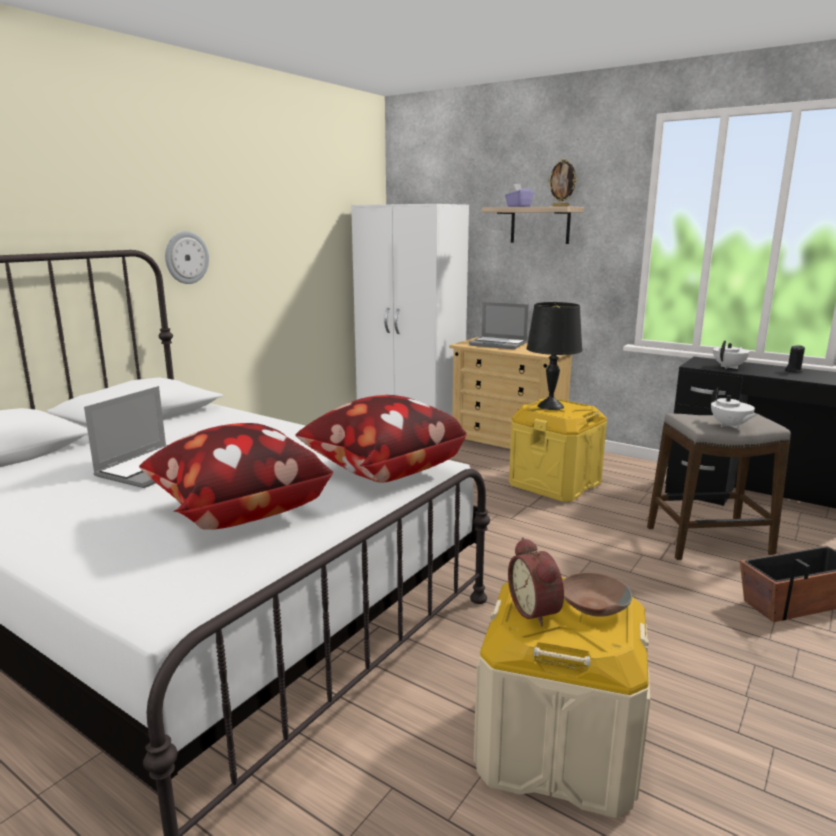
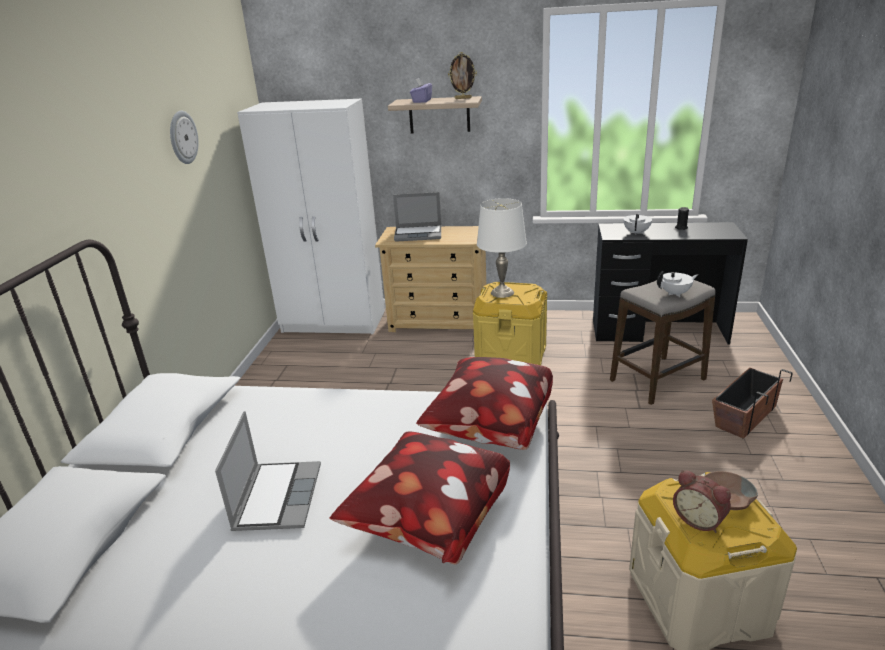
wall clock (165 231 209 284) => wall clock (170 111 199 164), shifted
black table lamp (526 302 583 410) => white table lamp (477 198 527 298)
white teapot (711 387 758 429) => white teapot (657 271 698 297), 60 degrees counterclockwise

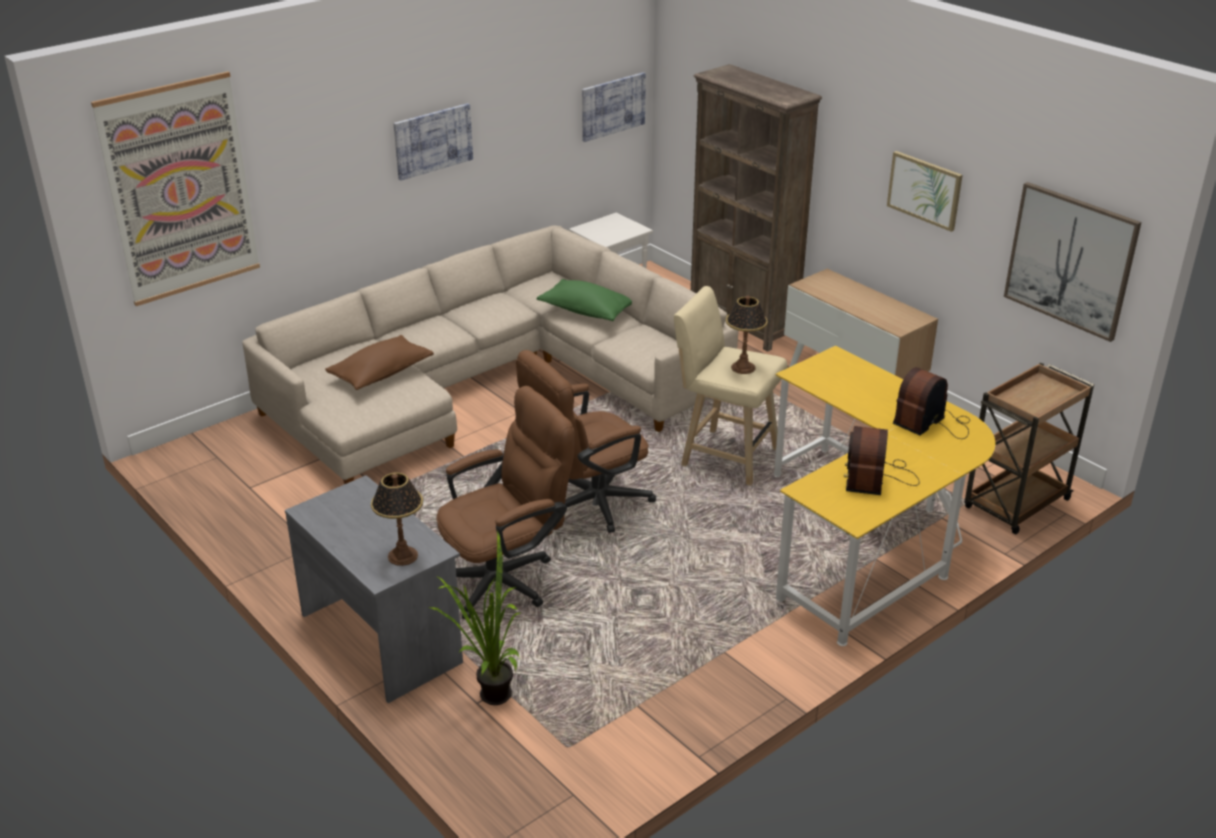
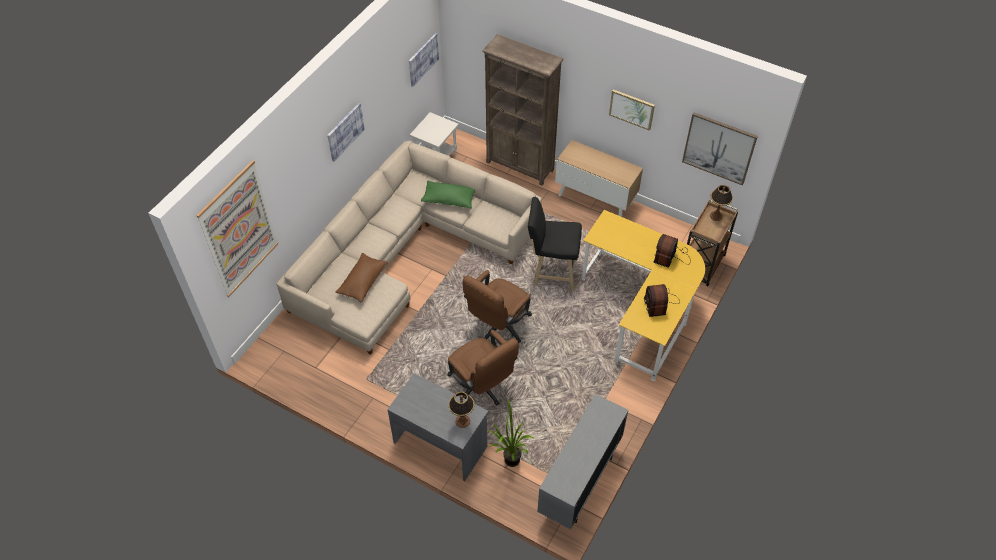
nothing => grey cabinet (537 394 629 530)
table lamp (726 295 768 374) => table lamp (710 185 733 221), shifted
beige stool (674 286 788 486) => black stool (528 197 582 290)
brown office chair (437 386 575 619) => brown office chair (447 330 519 405), 105 degrees clockwise

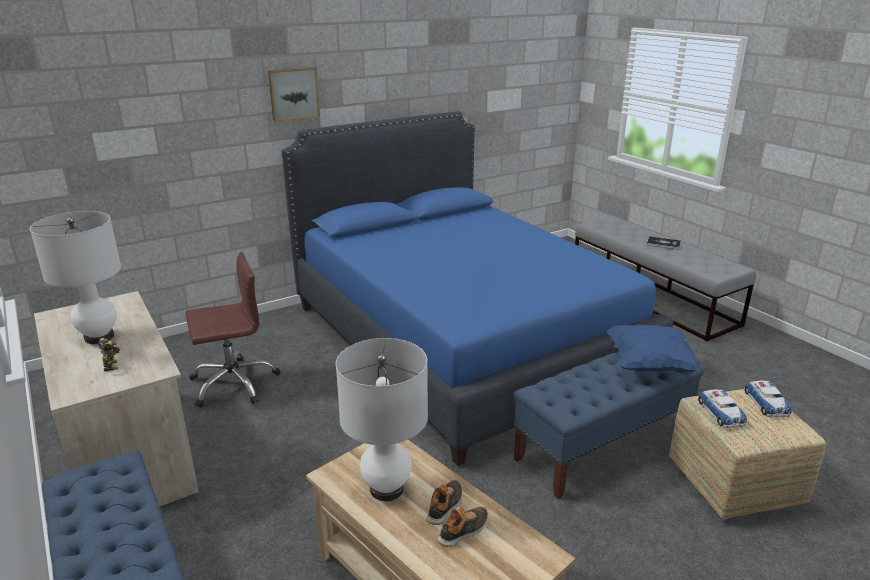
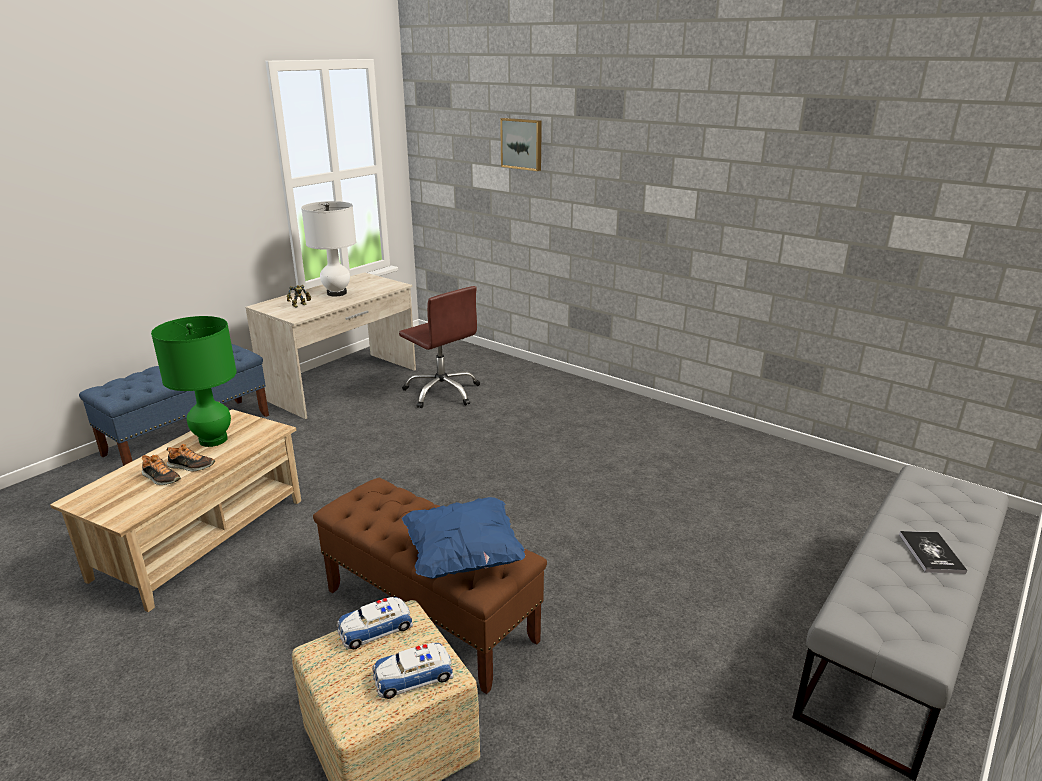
blue bed (282 111 673 466) => nothing
picture (268 67 320 122) => picture (500 118 542 171), shifted
white table lamp (336 338 428 501) => green table lamp (151 316 237 447)
blue bench (514 352 704 499) => brown bench (313 478 547 694)

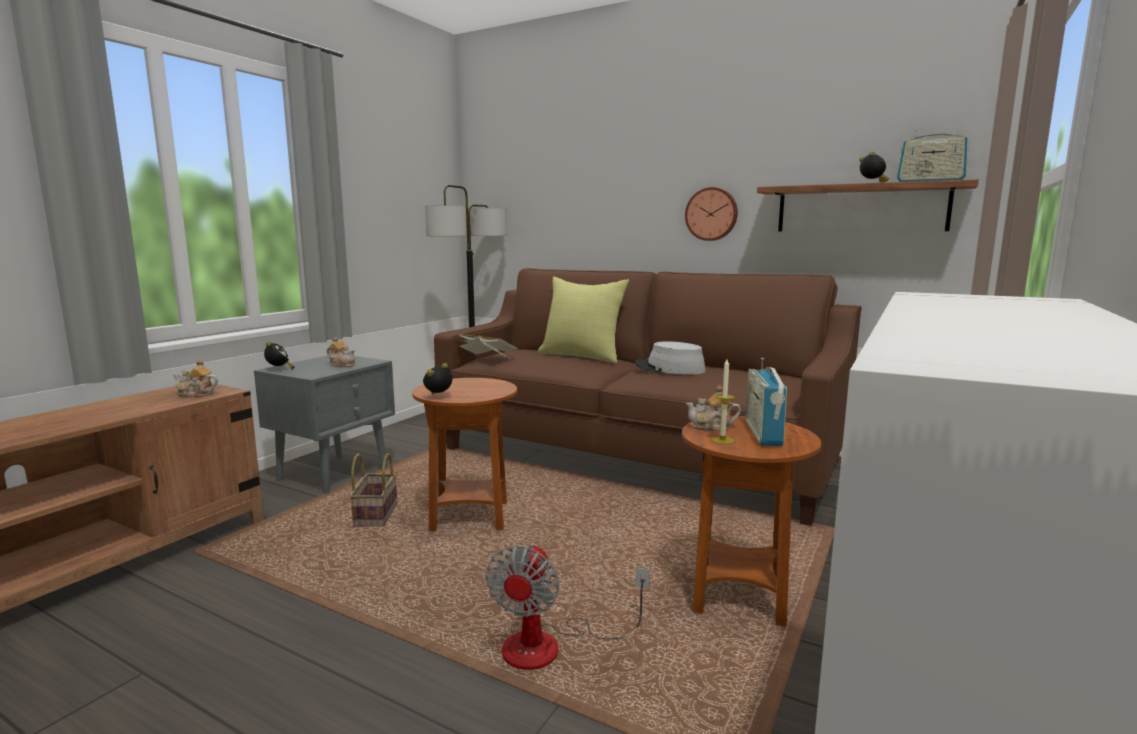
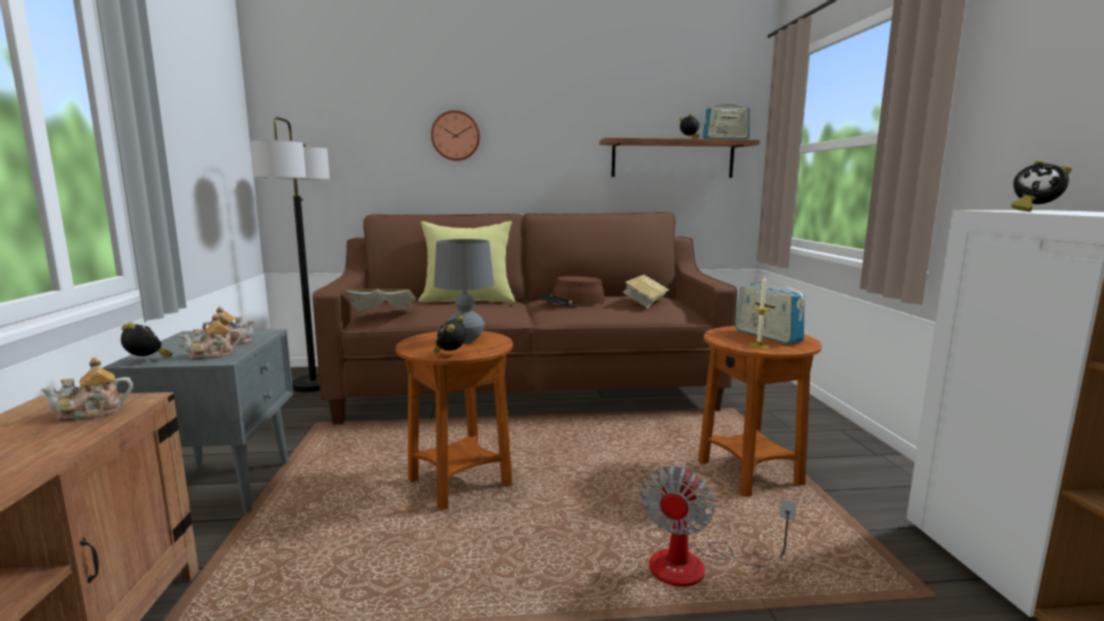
basket (349 453 397 527) => nothing
nothing => grey table lamp (434 239 494 343)
nothing => book (622 275 669 308)
nothing => alarm clock (1011 160 1072 212)
wall clock (685 187 738 241) => wall clock (431 110 480 161), shifted
teapot (686 385 741 432) => teapot (180 314 241 359), shifted
grey hat (635 341 706 375) => brown hat (539 276 605 305)
fan (486 543 650 670) => fan (640 465 796 587), 45 degrees clockwise

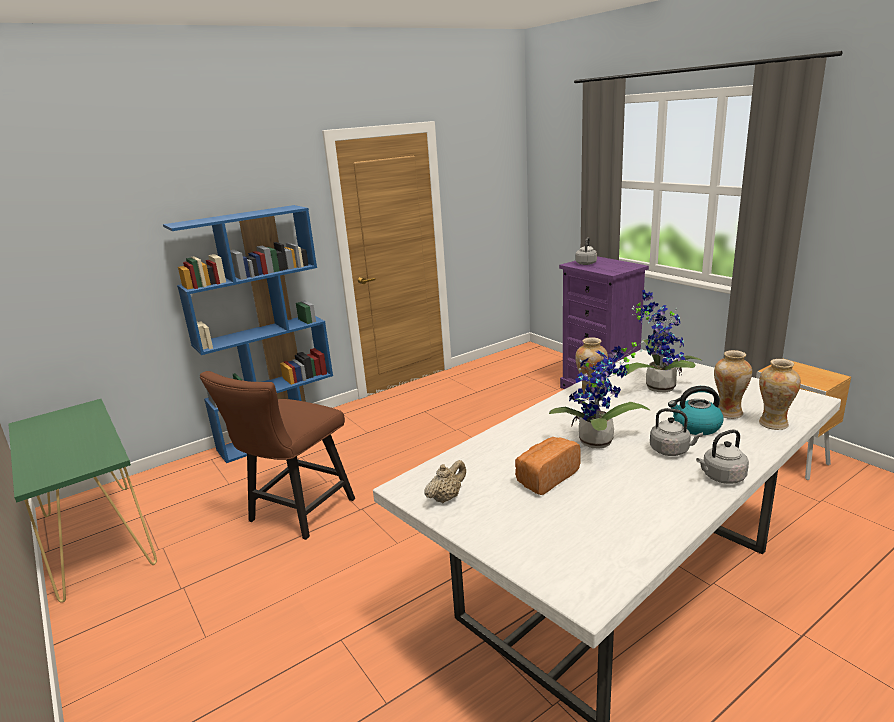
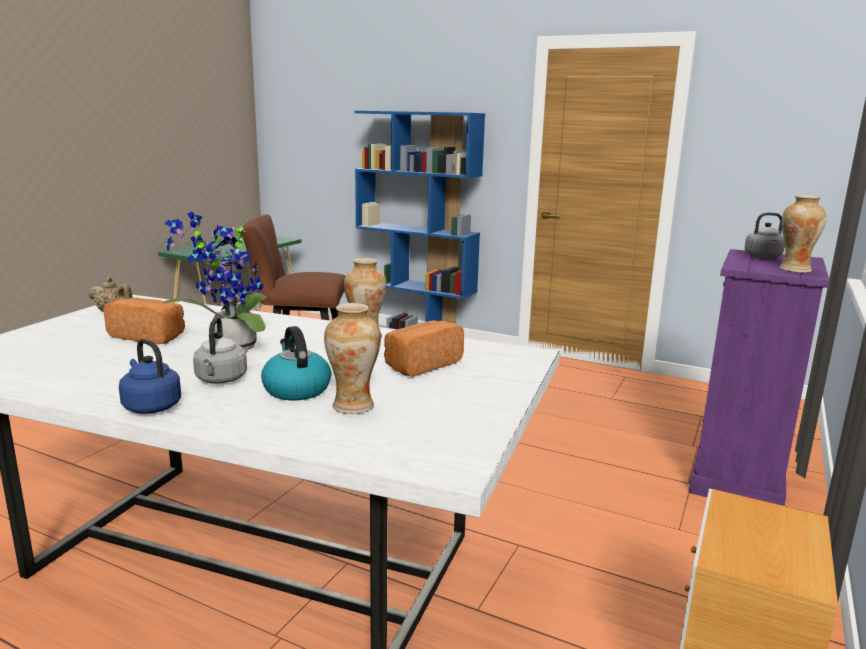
vase (759 359 801 430) => vase (779 195 827 273), shifted
potted plant (622 290 702 393) => bread (384 320 464 377)
grey kettle (696 430 749 484) => blue kettle (119 339 181 414)

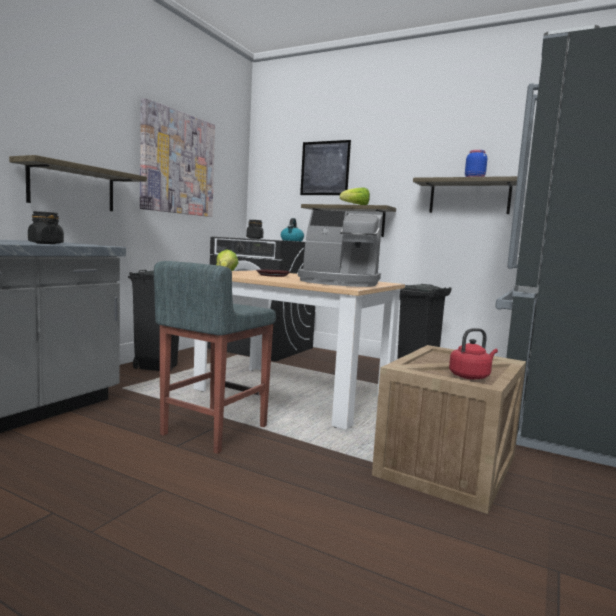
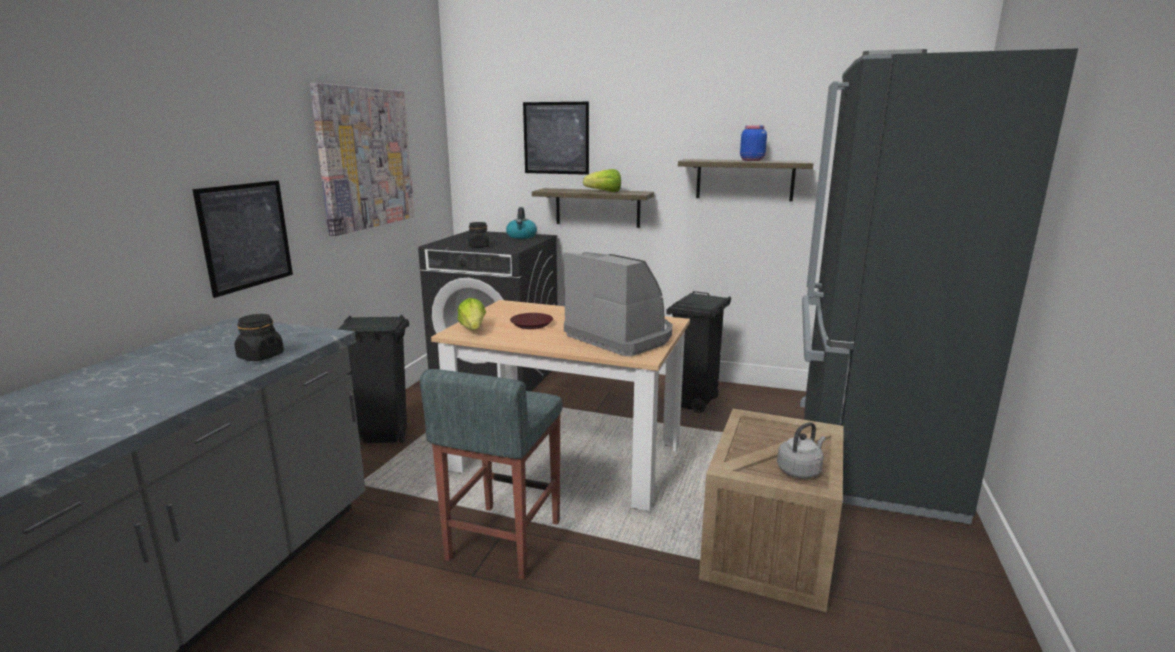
shelf (9 155 147 211) => picture (192 180 293 298)
red kettle (449 328 498 380) => grey kettle (777 422 826 478)
coffee machine (298 210 382 287) => coffee machine (564 252 672 356), 135 degrees counterclockwise

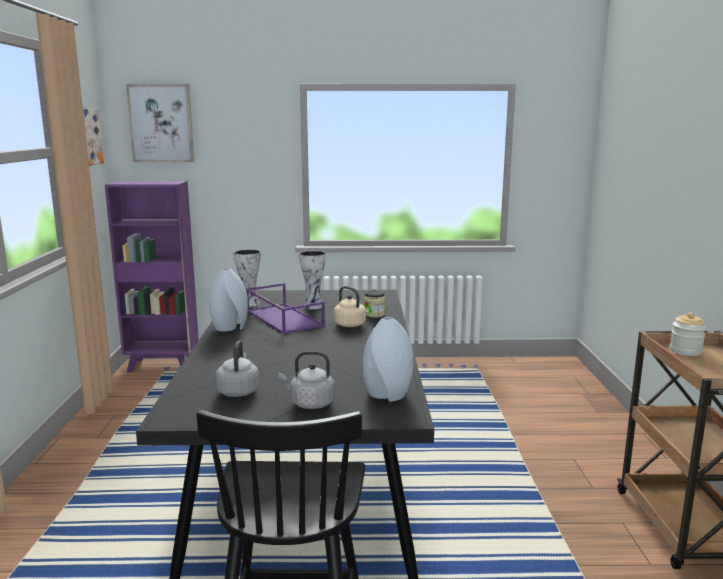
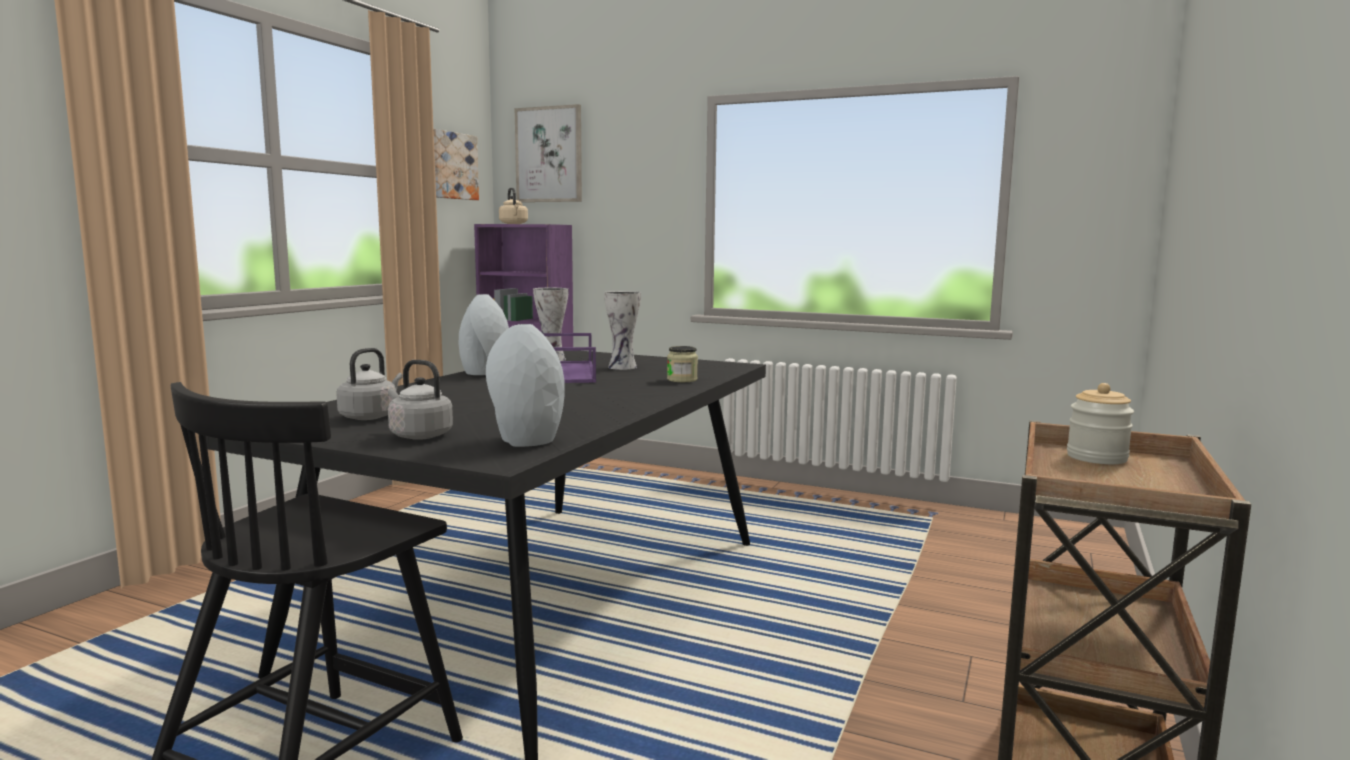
beige kettle (334 286 369 327) => beige kettle (499 188 528 224), shifted

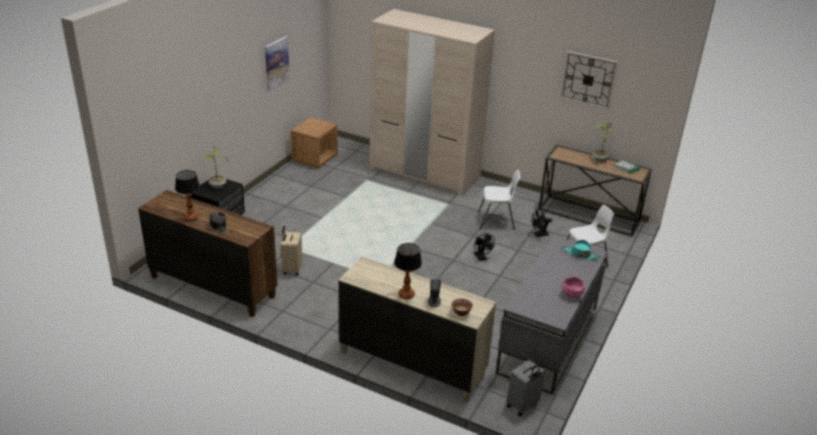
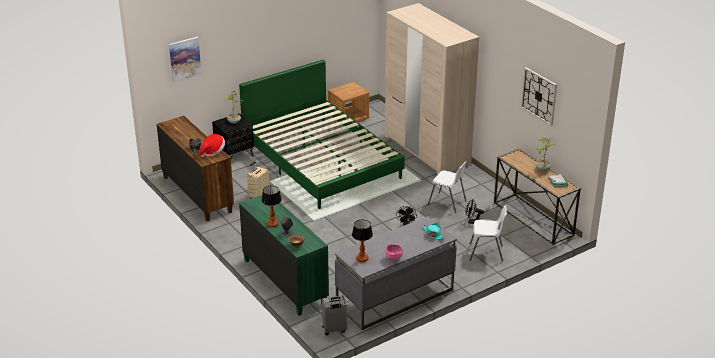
nothing => hat (200 134 225 157)
nothing => green bed (239 60 405 209)
table lamp (175 170 200 221) => table lamp (352 220 373 262), shifted
picture (265 36 290 91) => picture (169 37 202 82), shifted
beige dresser (338 257 496 402) => green dresser (239 195 329 316)

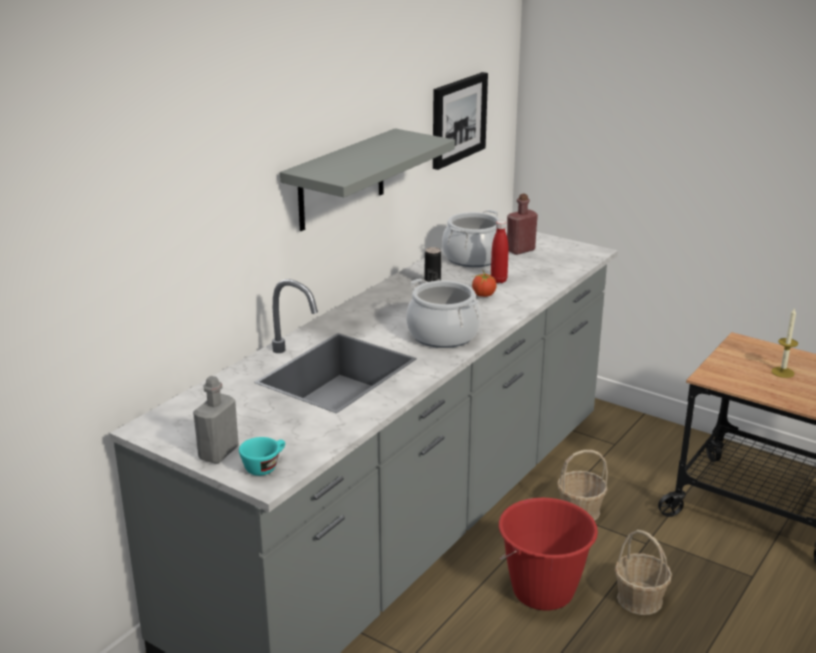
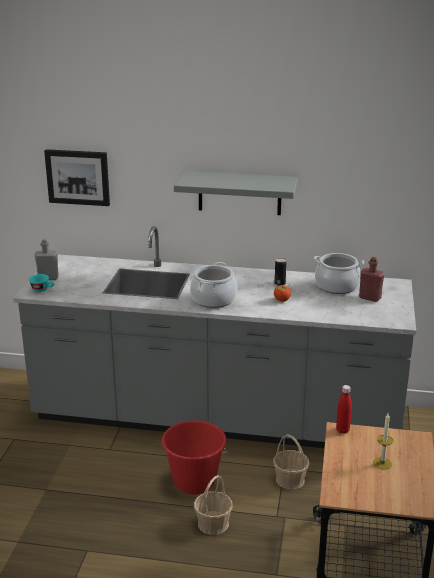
picture (433 72 488 170) => picture (44 149 110 206), shifted
red bottle (491 220 508 283) => red bottle (336 385 352 434), shifted

